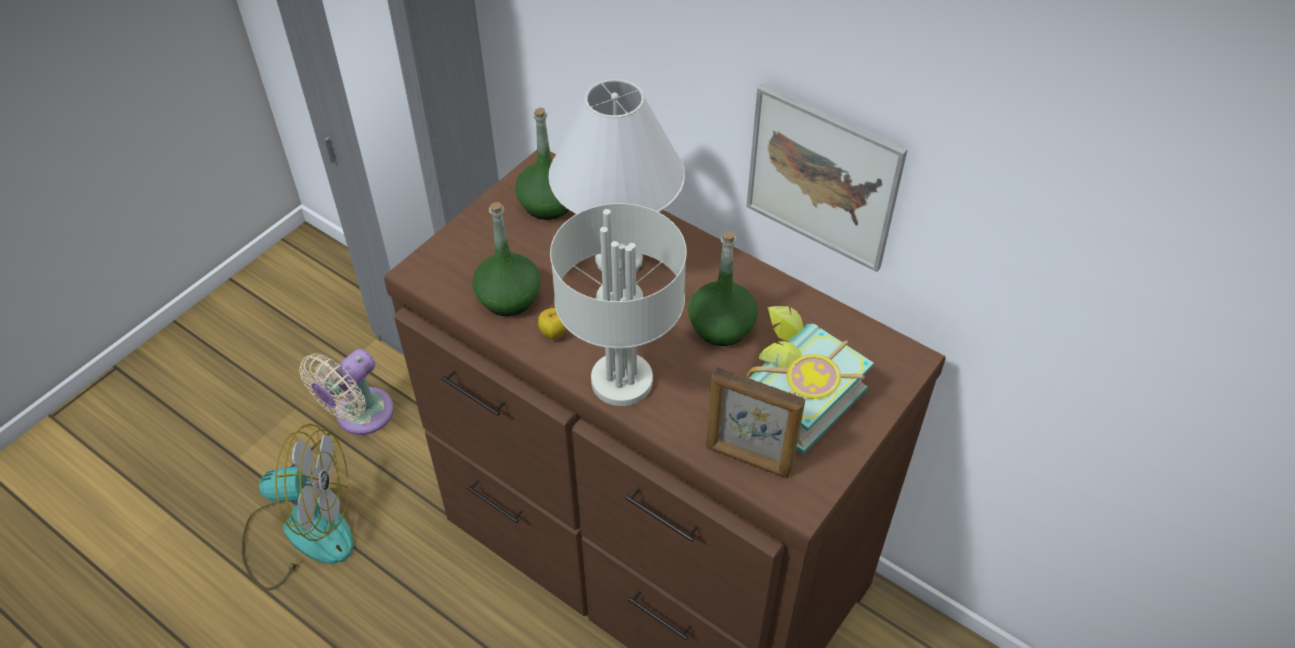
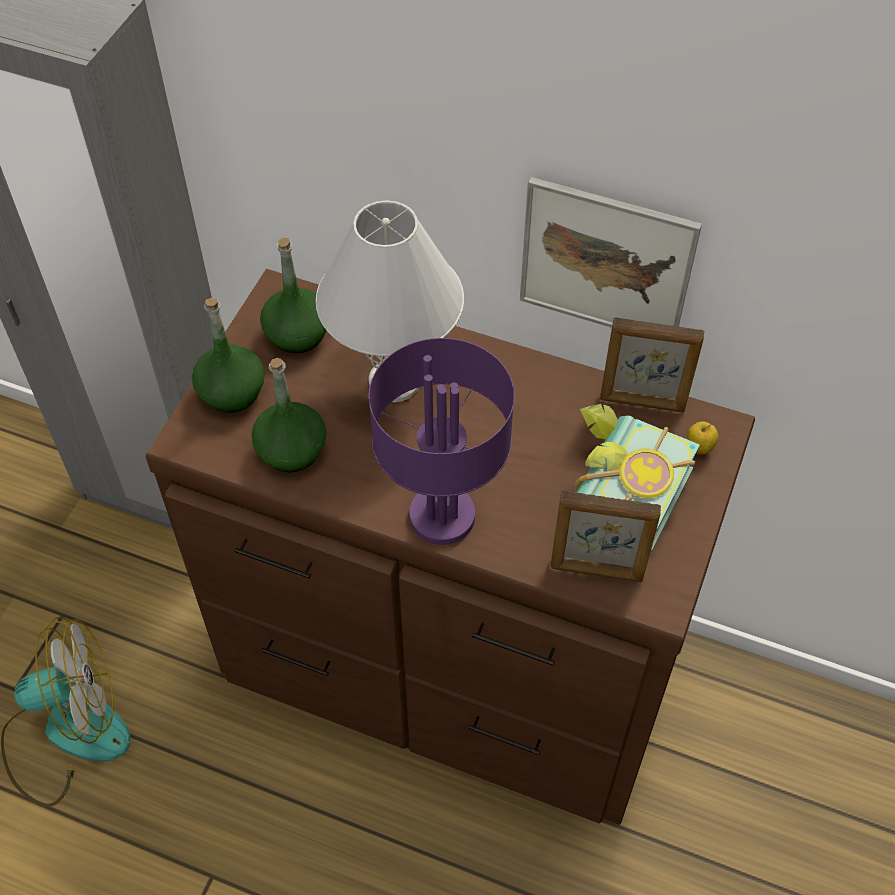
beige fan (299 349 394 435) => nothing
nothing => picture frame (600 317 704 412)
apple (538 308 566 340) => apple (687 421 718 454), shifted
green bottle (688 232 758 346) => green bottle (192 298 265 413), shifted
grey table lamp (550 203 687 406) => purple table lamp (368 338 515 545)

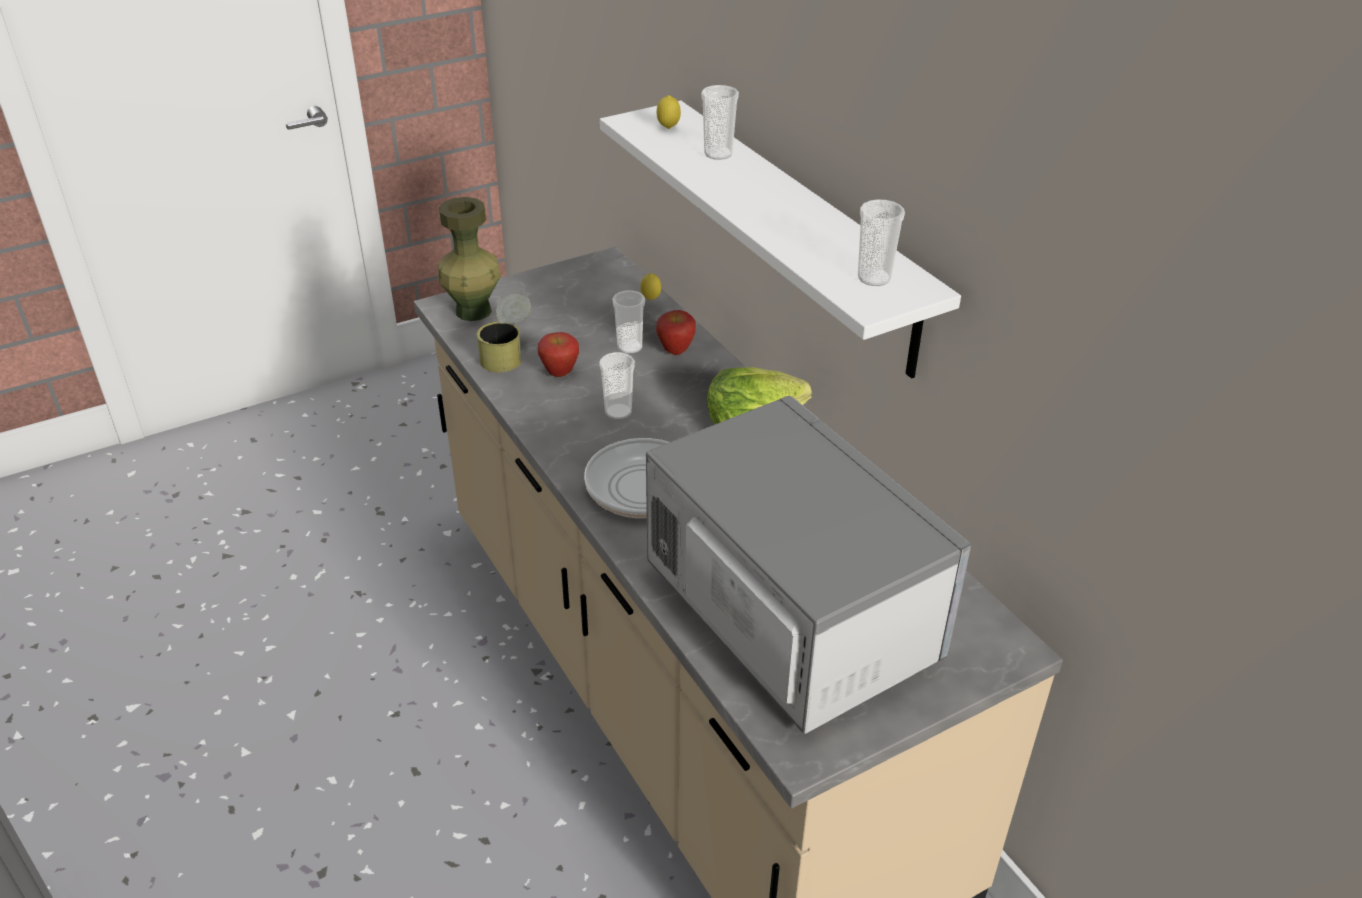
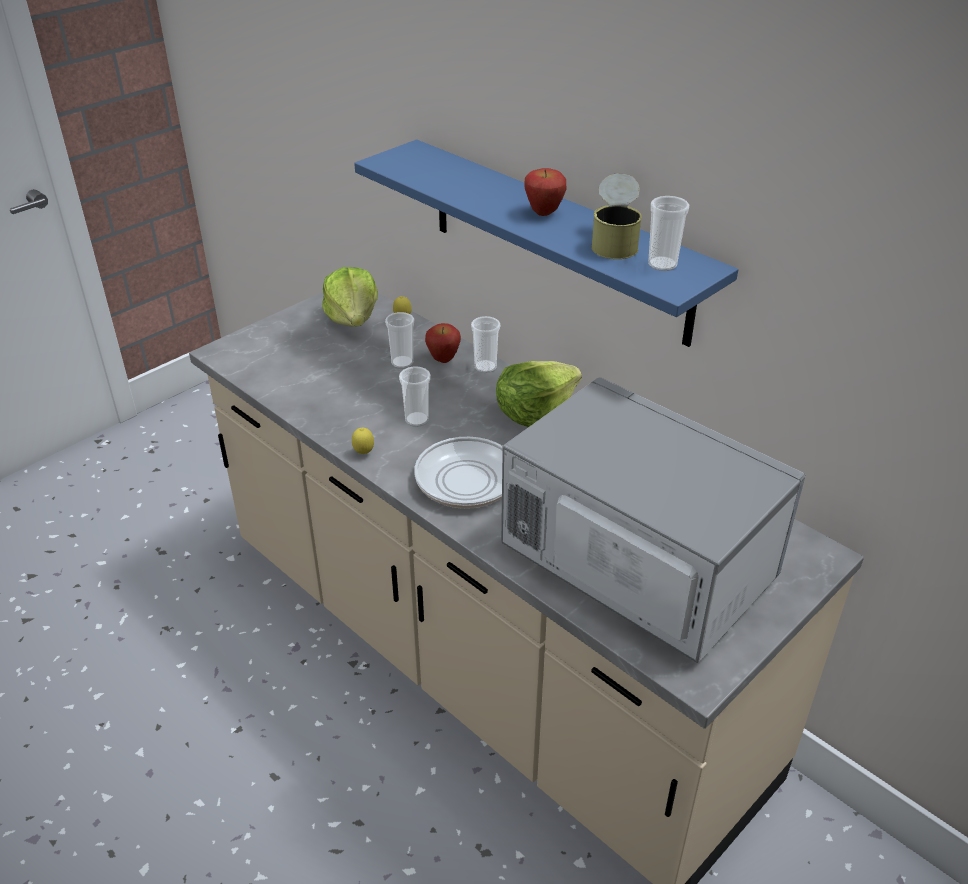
green vase (438 197 501 321) => nothing
nothing => lettuce (322 267 378 327)
can (477 293 531 372) => can (591 174 642 259), shifted
apple (538 332 579 377) => apple (525 168 566 216), shifted
lemon (656 95 681 129) => lemon (352 428 374 454), shifted
cup (701 85 739 160) => cup (471 316 500 373), shifted
white shelf (600 101 961 379) => blue shelf (354 140 738 347)

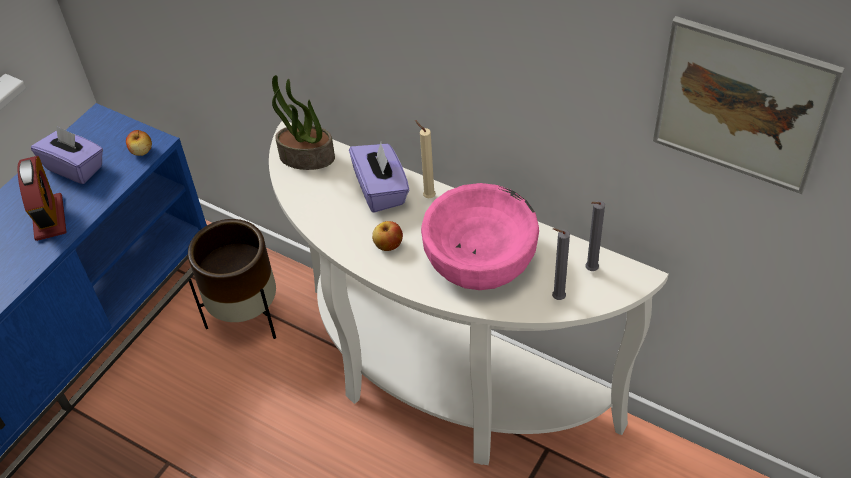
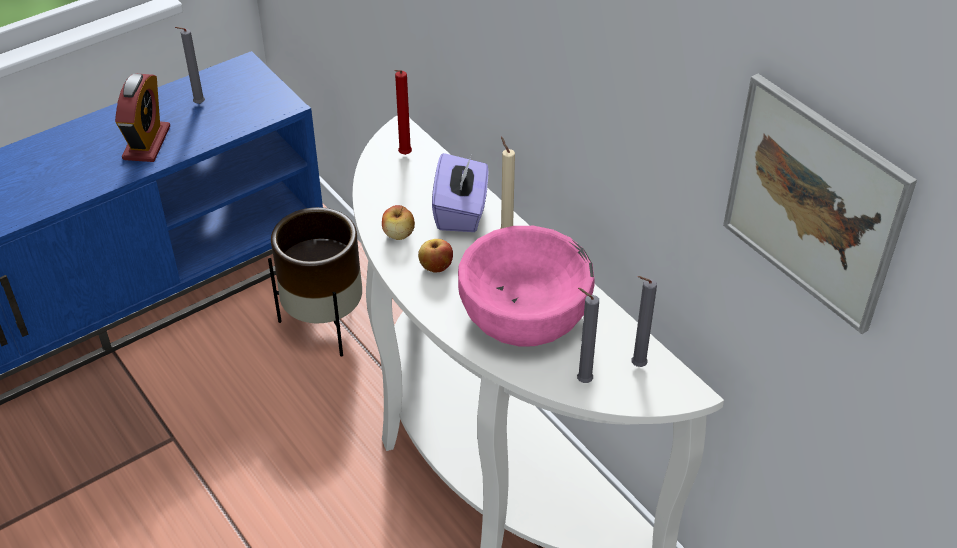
apple (126 130 152 156) => apple (382 205 415 240), shifted
purple tissue box (31 125 103 184) => grey candle (175 27 205 104)
potted plant (272 75 335 170) => red candle (394 70 412 155)

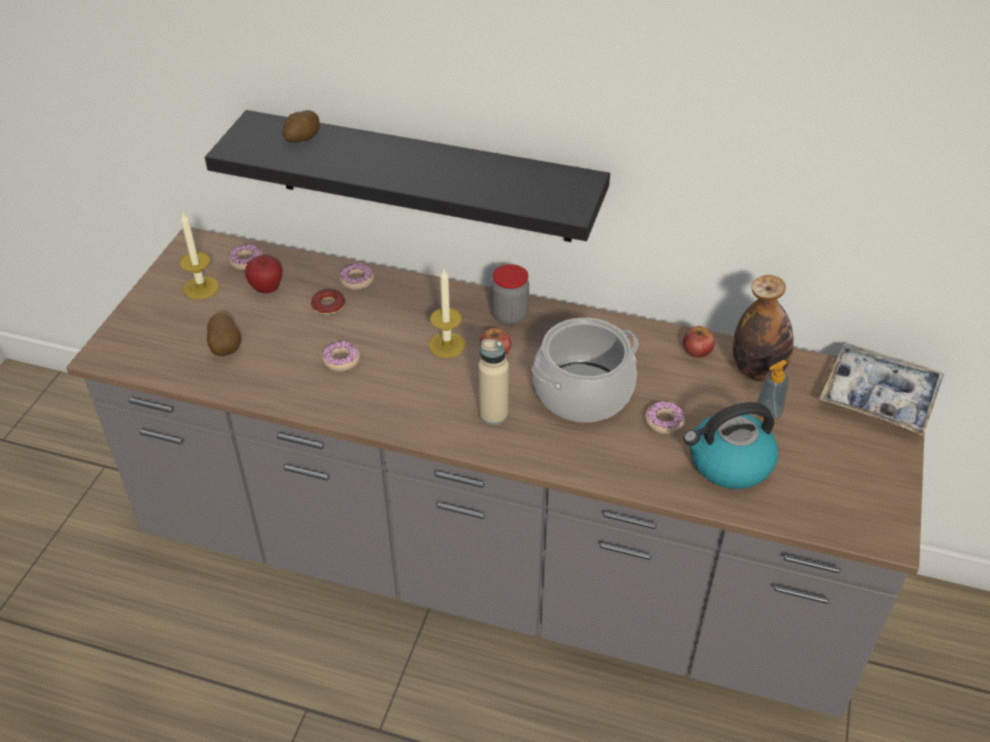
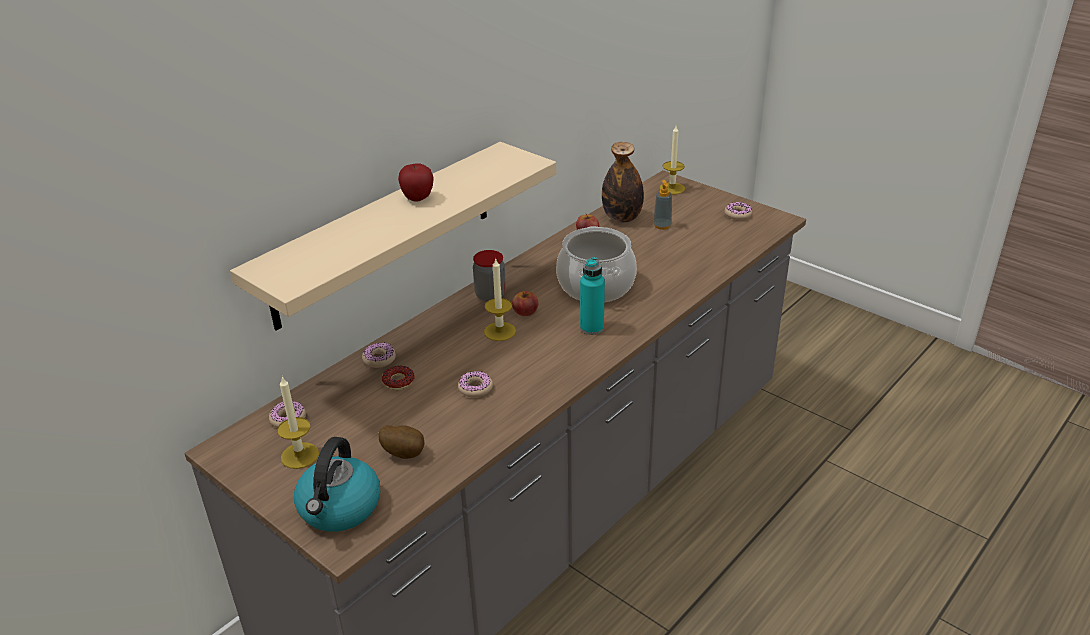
potato (283 110 320 142) => nothing
apple (245 255 283 293) => apple (398 164 434 202), shifted
donut (645 401 685 434) => donut (725 202 752 220), shifted
kettle (683 402 778 489) => kettle (294 437 380 532), shifted
tray (819 344 944 435) => candle (660 126 685 195)
black shelf (205 110 610 242) => beige shelf (230 142 556 331)
beige bottle (478 339 509 425) => turquoise bottle (580 257 605 335)

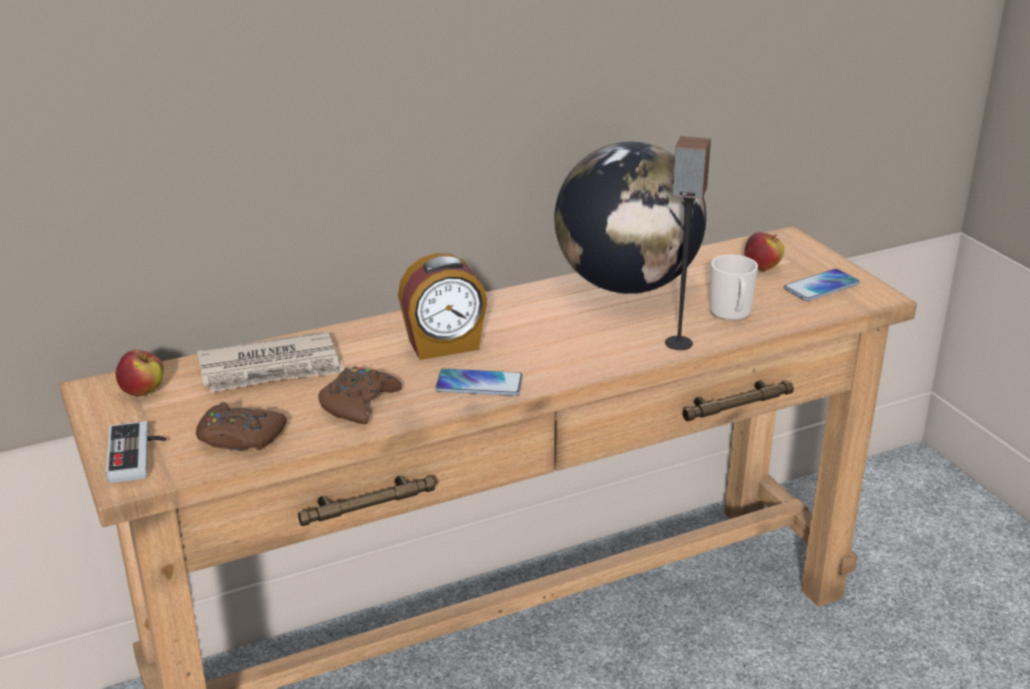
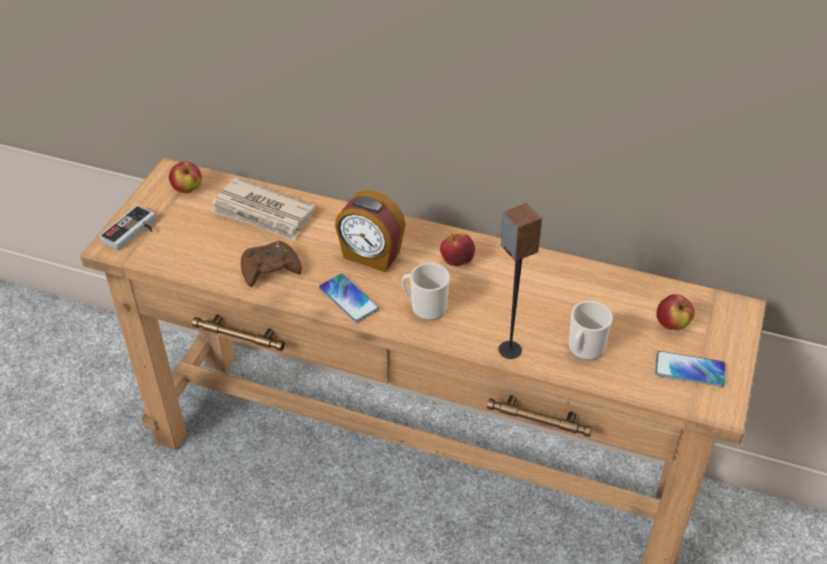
brown game controller (196 402 287 451) => nothing
globe (555 142 706 294) => nothing
nothing => mug (402 263 450 321)
nothing => apple (440 233 475 266)

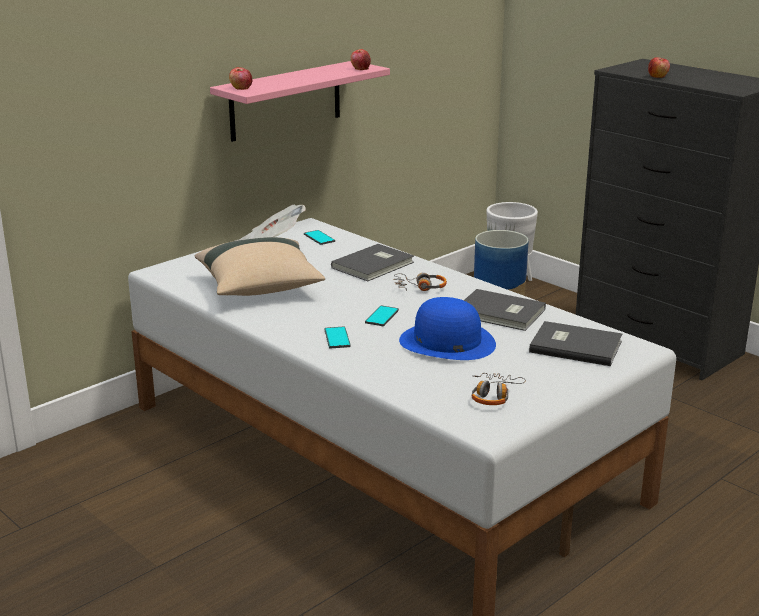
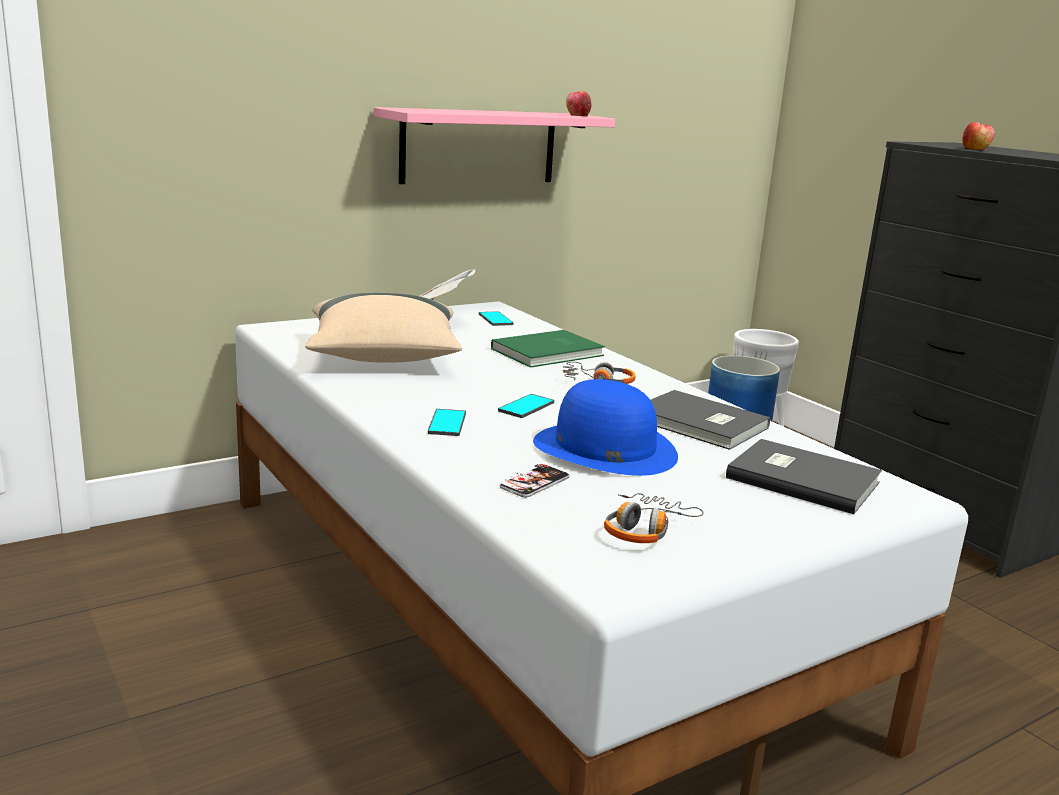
apple (229 67 252 90) => nothing
nothing => phone (500 464 570 498)
grey book (331 244 414 281) => green book (491 330 605 368)

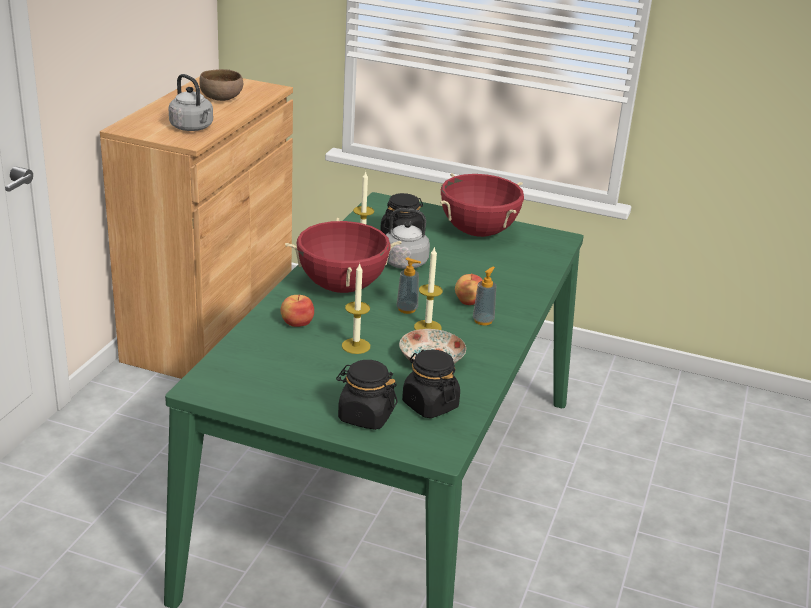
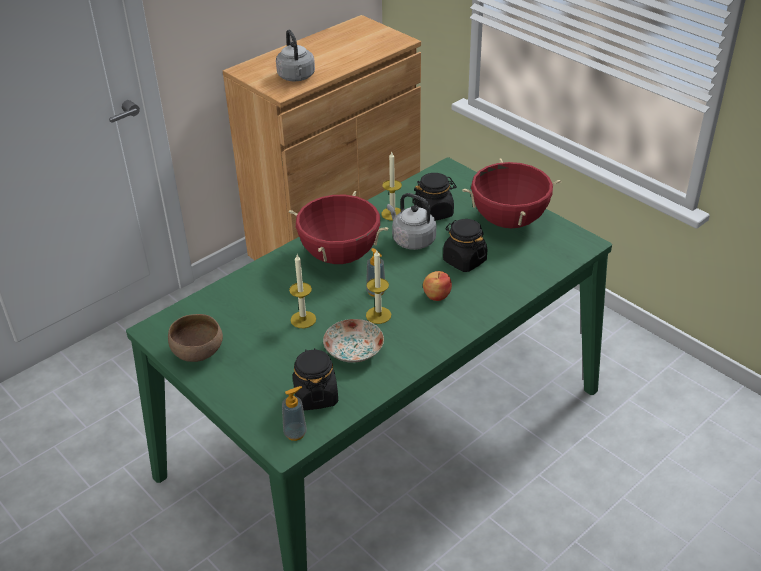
apple (281 295 314 327) => nothing
brown bowl (199 69 243 101) => brown bowl (168 314 223 362), shifted
black jar (336 360 398 430) => black jar (443 219 487 272), shifted
soap dispenser (473 266 496 325) => soap dispenser (282 386 307 441), shifted

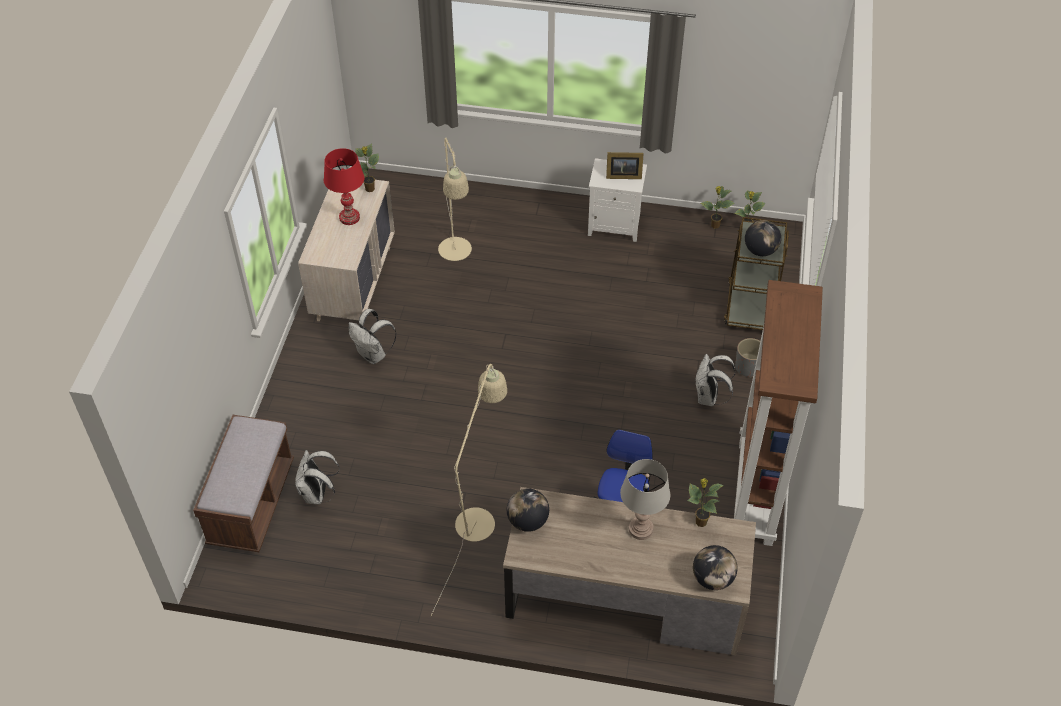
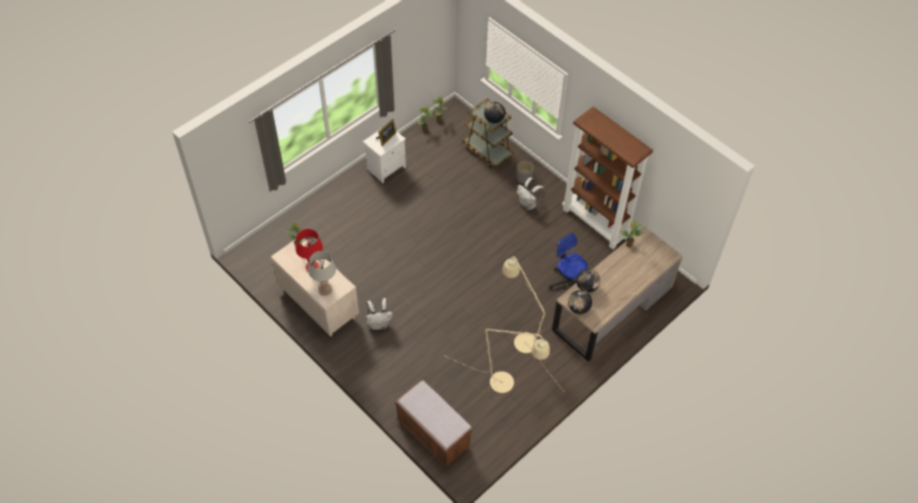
white backpack (295 450 340 504) => nothing
beige floor lamp (438 138 472 261) => beige floor lamp (443 329 550 393), shifted
grey table lamp (620 459 670 540) => grey table lamp (308 251 336 296), shifted
globe (693 545 738 590) => globe (576 269 600 292), shifted

